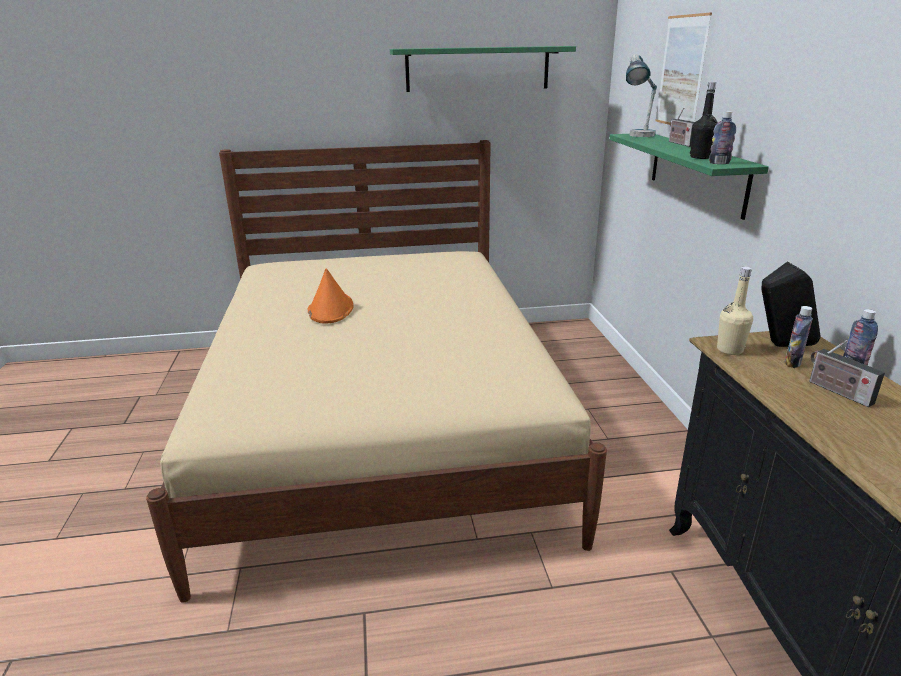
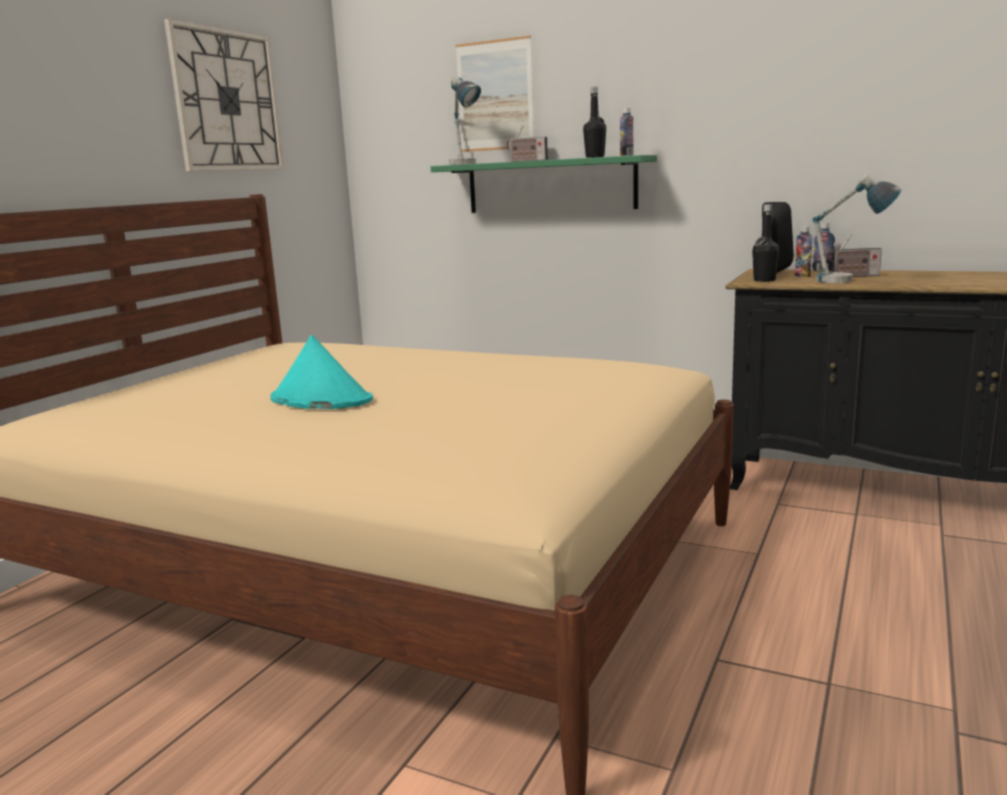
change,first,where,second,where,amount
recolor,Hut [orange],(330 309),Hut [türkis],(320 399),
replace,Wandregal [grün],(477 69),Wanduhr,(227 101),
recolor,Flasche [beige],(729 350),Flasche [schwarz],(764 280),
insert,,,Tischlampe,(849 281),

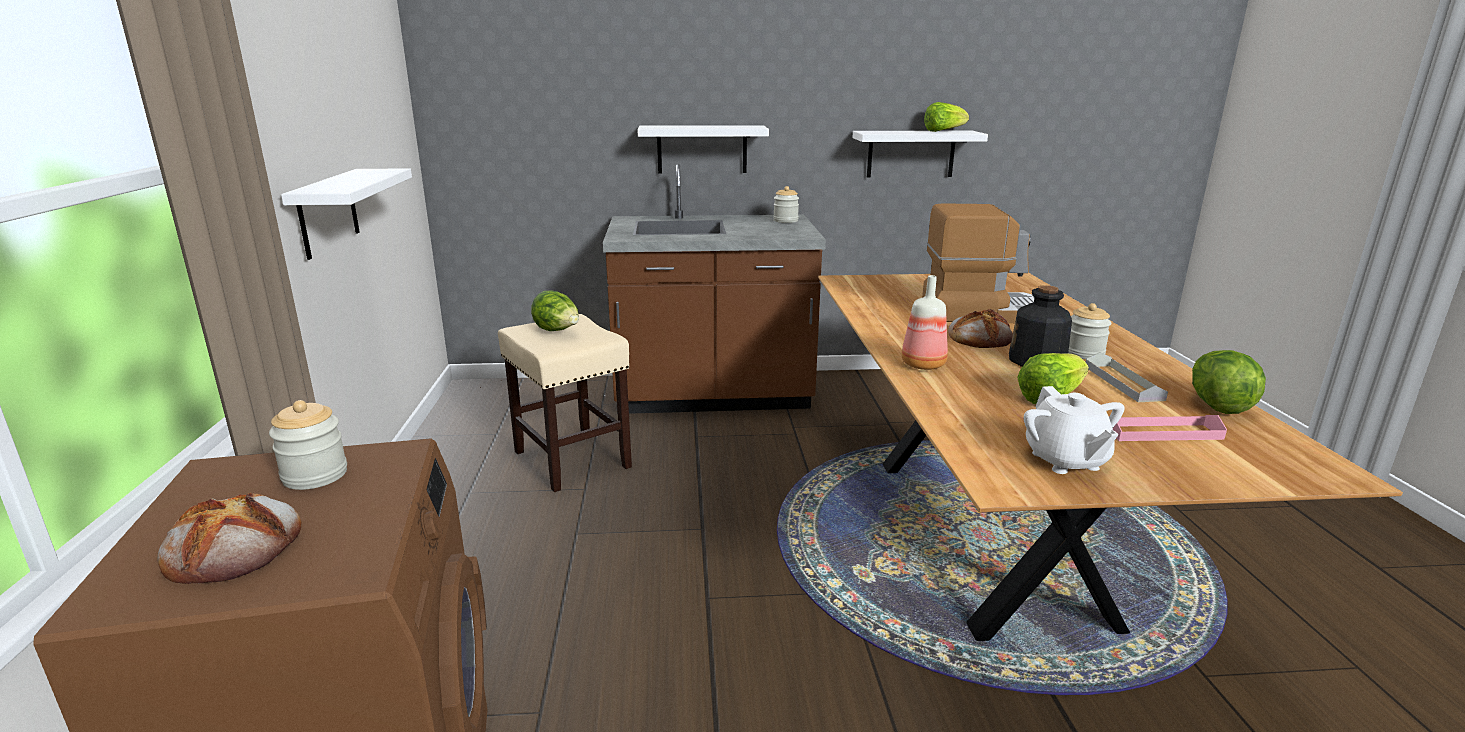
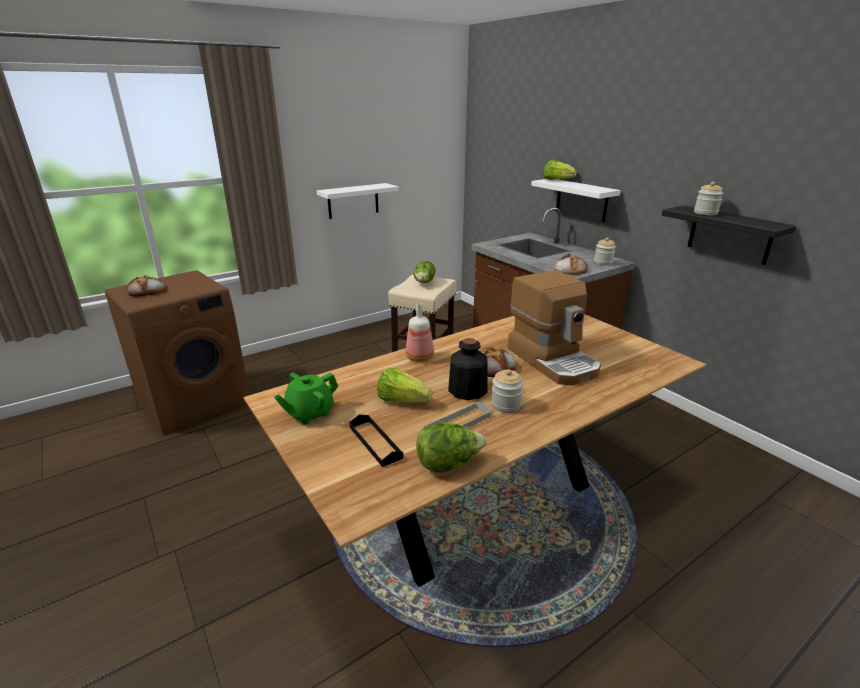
change,first,where,second,where,amount
move,Vorratsglas,(315 475),,(705 213),
recolor,Wandregal [weiß],(911 154),Wandregal [schwarz],(729 235),
move,Salatkopf,(943 131),,(557 180),
recolor,Teekanne [weiß],(1065 460),Teekanne [grün],(309 413),
recolor,Tablett [rosa],(1162 432),Tablett [schwarz],(375 442),
insert,,,Brot,(570 269),

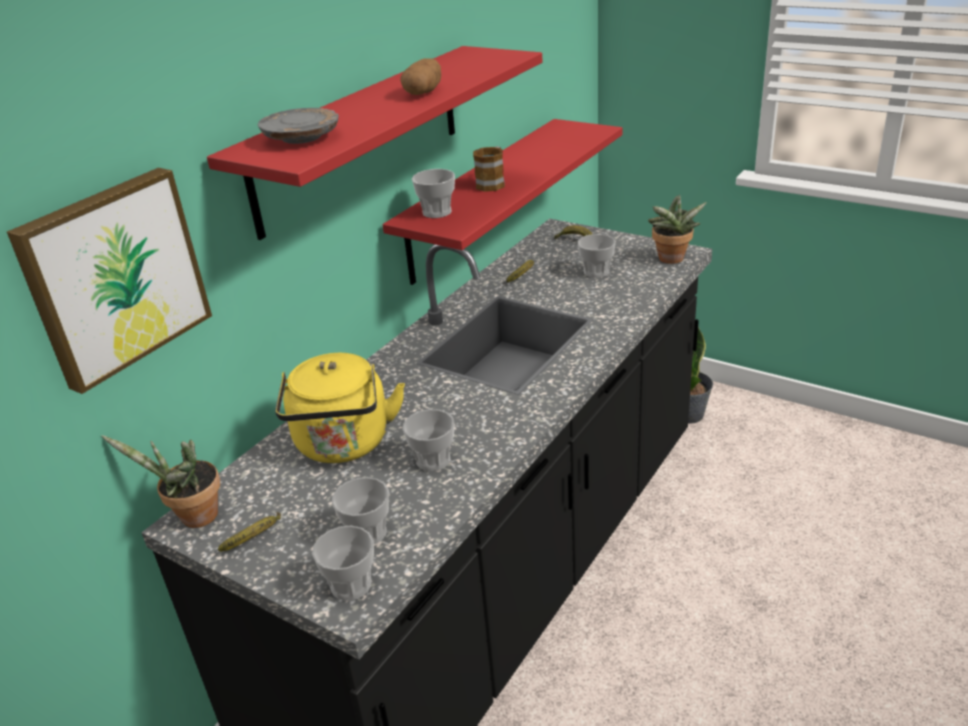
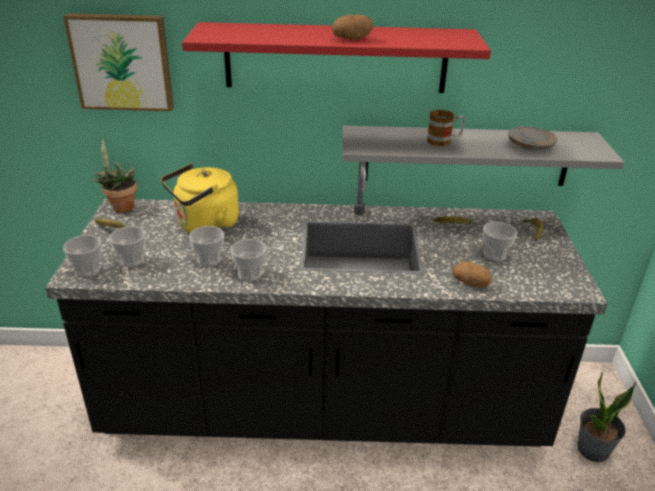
change,first,where,second,where,amount
move,Teller [grau],(301 138),,(530 146),
recolor,Wandregal [rot],(481 199),Wandregal [grau],(466 156),
move,Tasse,(437 212),,(250 274),
delete,Topfpflanze,(671 260),,,
insert,,,Kartoffel,(470 283),

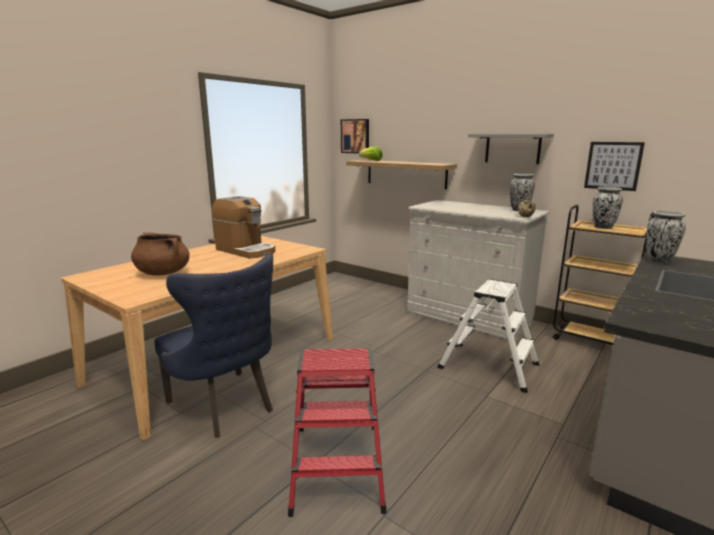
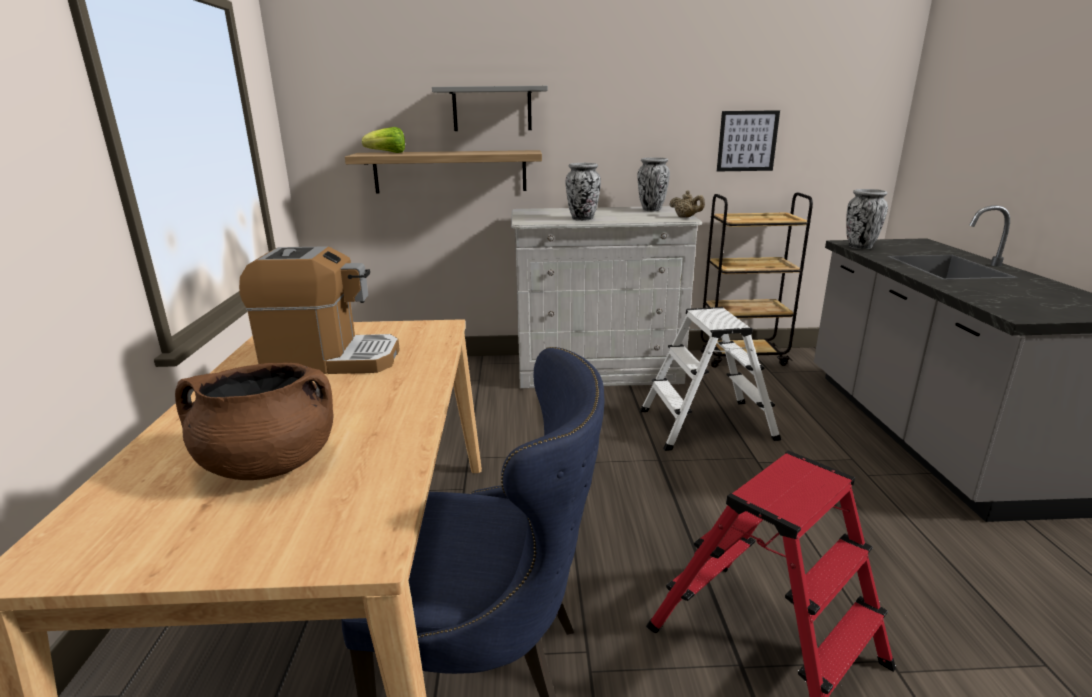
change,first,where,second,where,amount
delete,Bild,(355 136),,,
move,Wandregal [grau],(512 148),,(492 109),
move,Vase,(603 227),,(582 219),

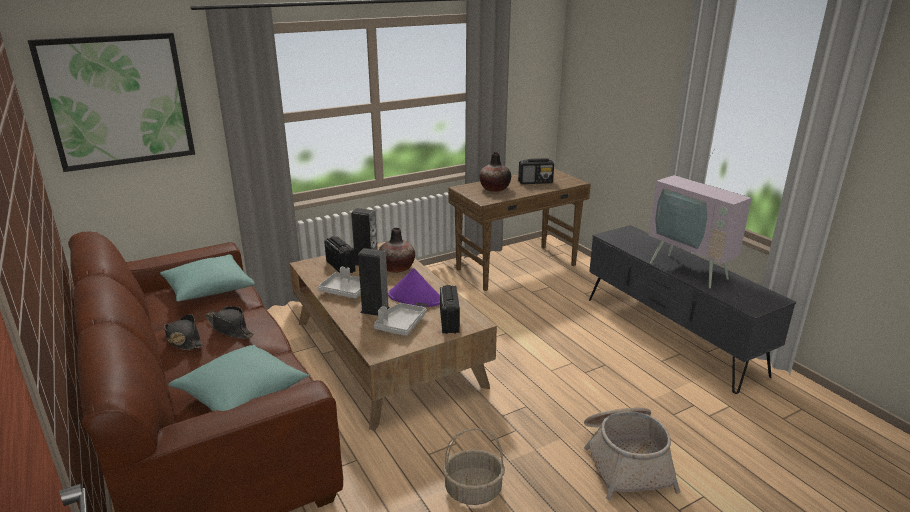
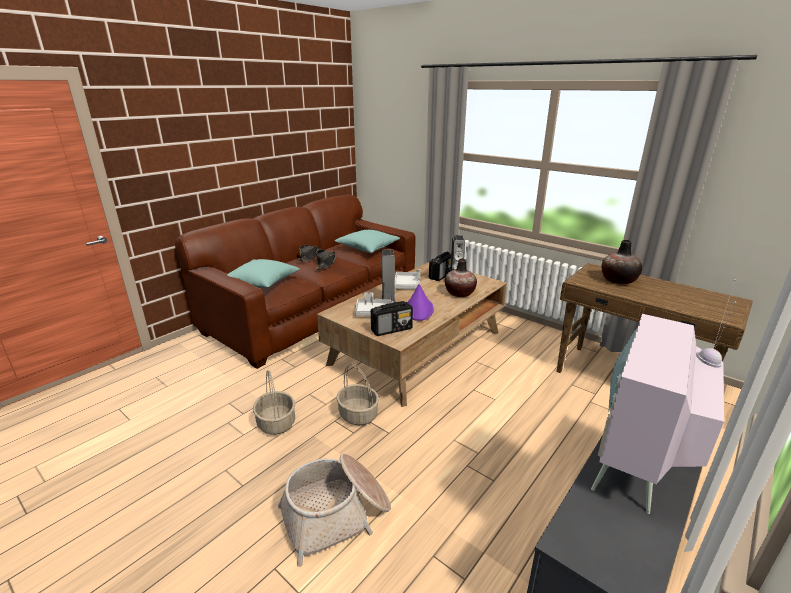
change,first,where,second,where,amount
delete,Bild,(118 101),,,
delete,Radio,(535 182),,,
insert,,,Korb,(358 415),

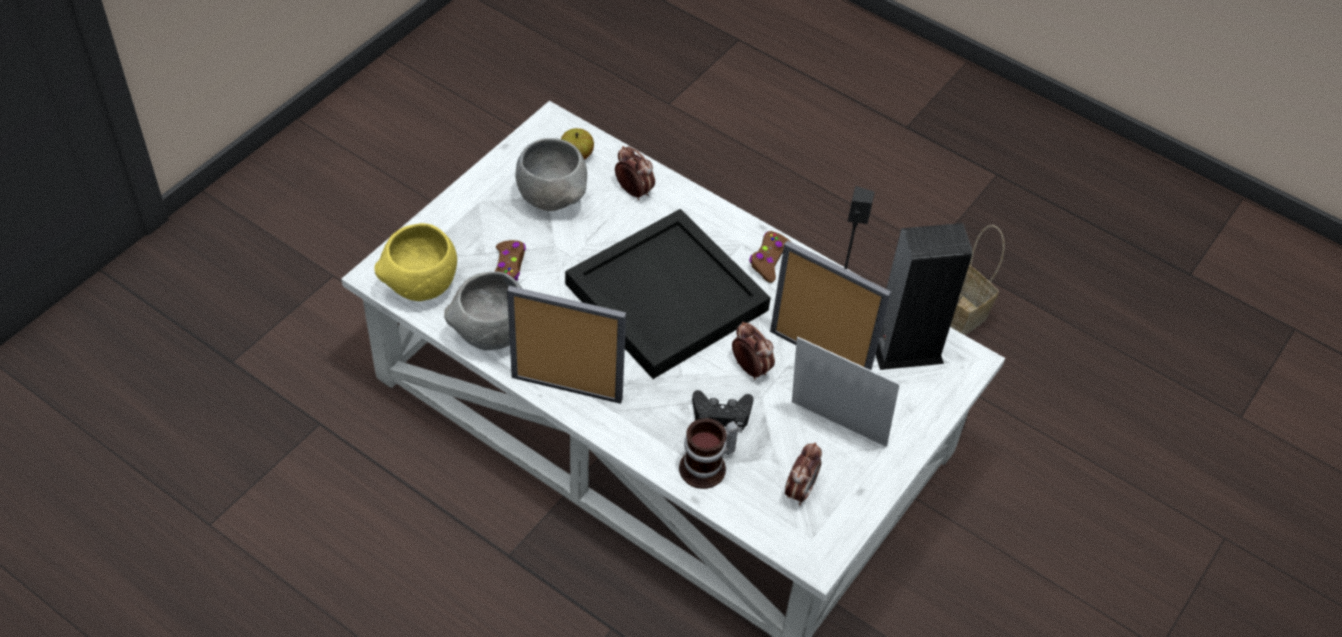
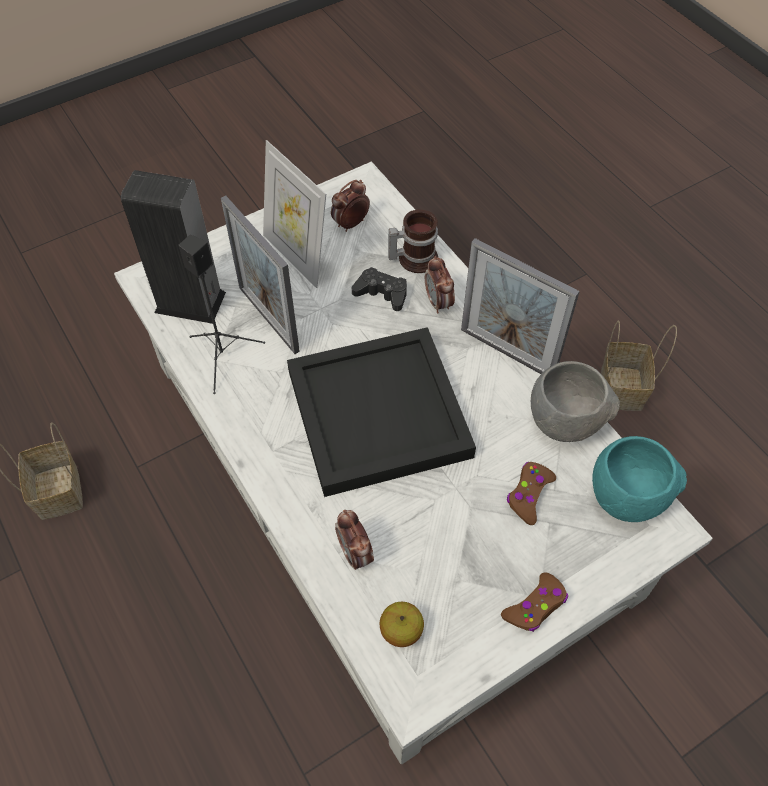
change,first,where,second,where,amount
recolor,Schüssel [gelb],(420 287),Schüssel [türkis],(626 499),
delete,Schüssel [grau],(552 200),,,
move,Wecker,(750 368),,(438 303),
move,Gamepad [braun],(769 260),,(535 606),
insert,,,Korb,(622 390),

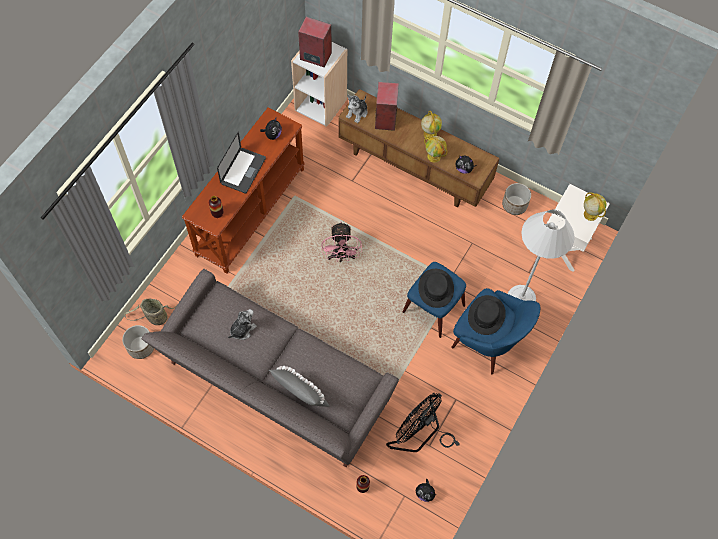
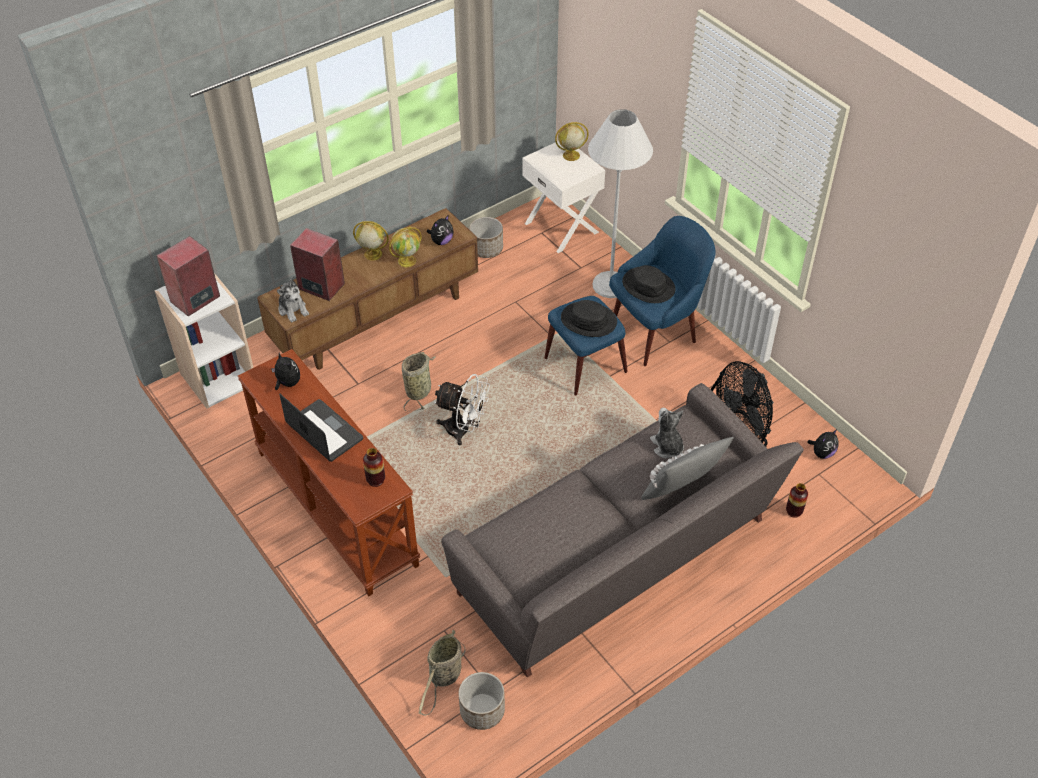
change,first,where,second,where,amount
move,Plüschtier,(242 329),,(667 447),
recolor,Ventilator [rosa],(341 256),Ventilator [weiß],(464 430),
insert,,,Korb,(419 390),

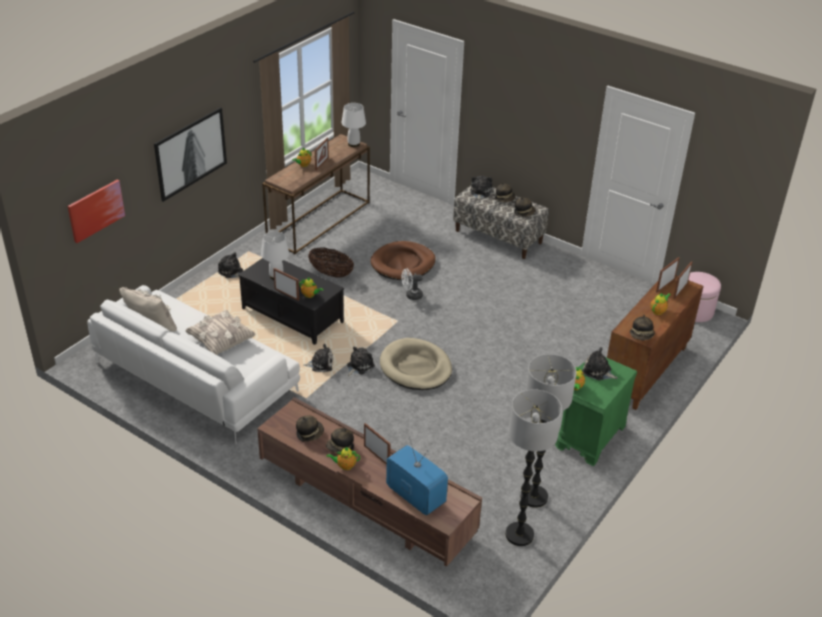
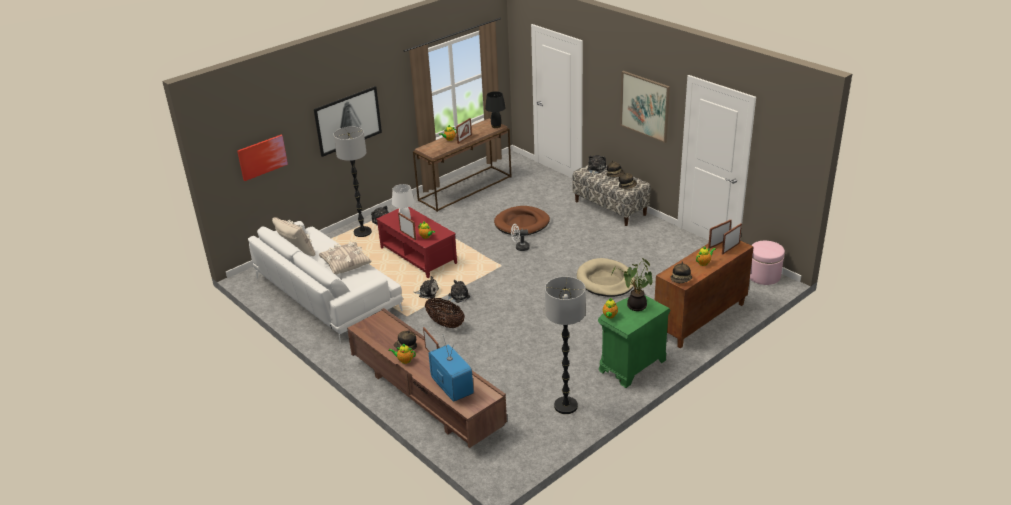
change,first,where,second,where,amount
recolor,Couchtisch [schwarz],(292 316),Couchtisch [rot],(417 256),
delete,Hut,(309 433),,,
move,Korb,(331 274),,(445 324),
recolor,Tischlampe [weiß],(353 144),Tischlampe [schwarz],(496 126),
move,Hundebett [beige],(415 367),,(605 281),
move,Stehlampe,(519 535),,(362 232),
replace,Plüschtier,(598 372),Topfpflanze,(635 306),
insert,,,Bild,(645 106),

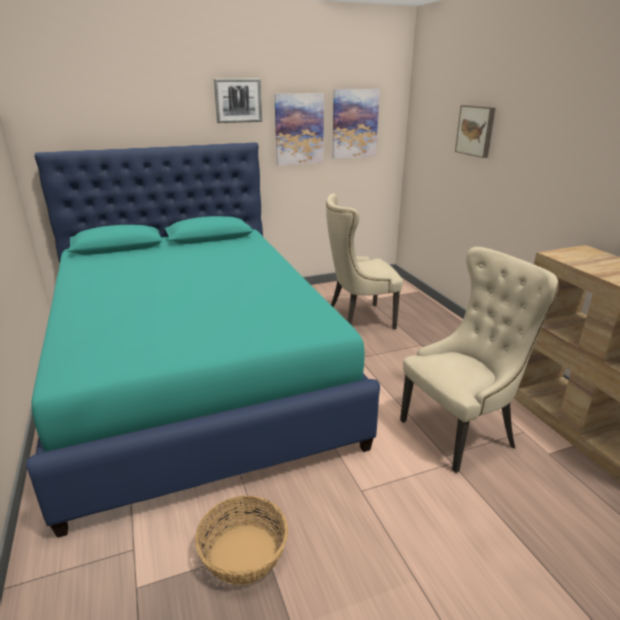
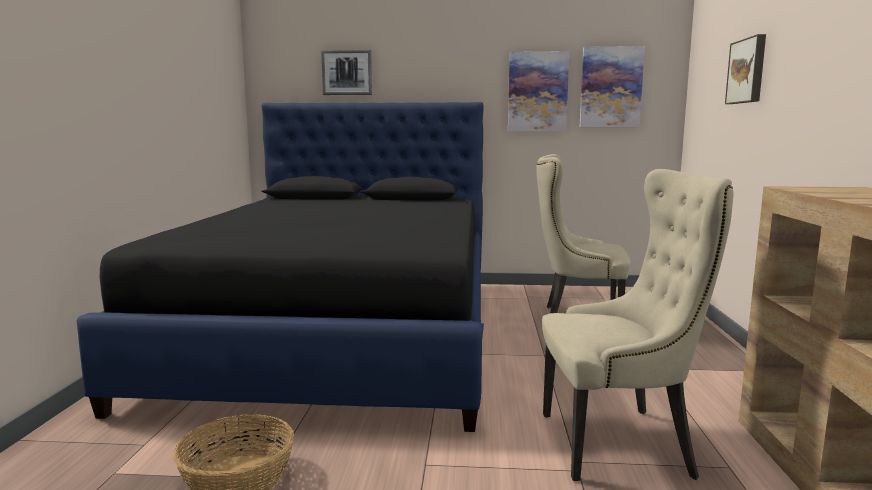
change,first,where,second,where,amount
recolor,Bett [türkis],(195 372),Bett [schwarz],(343 331),
move,Bild,(238 100),,(347 72),

